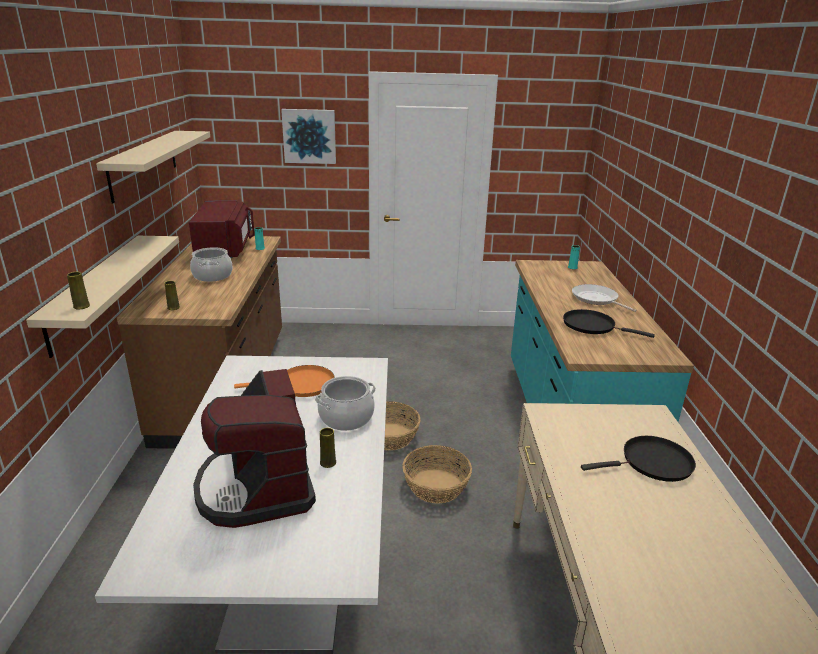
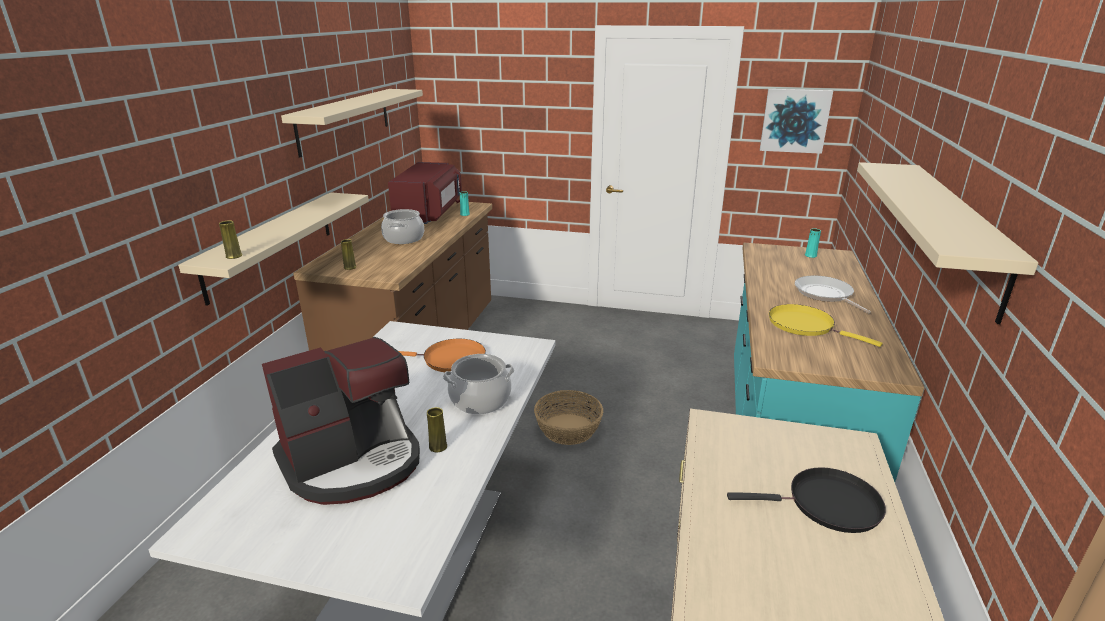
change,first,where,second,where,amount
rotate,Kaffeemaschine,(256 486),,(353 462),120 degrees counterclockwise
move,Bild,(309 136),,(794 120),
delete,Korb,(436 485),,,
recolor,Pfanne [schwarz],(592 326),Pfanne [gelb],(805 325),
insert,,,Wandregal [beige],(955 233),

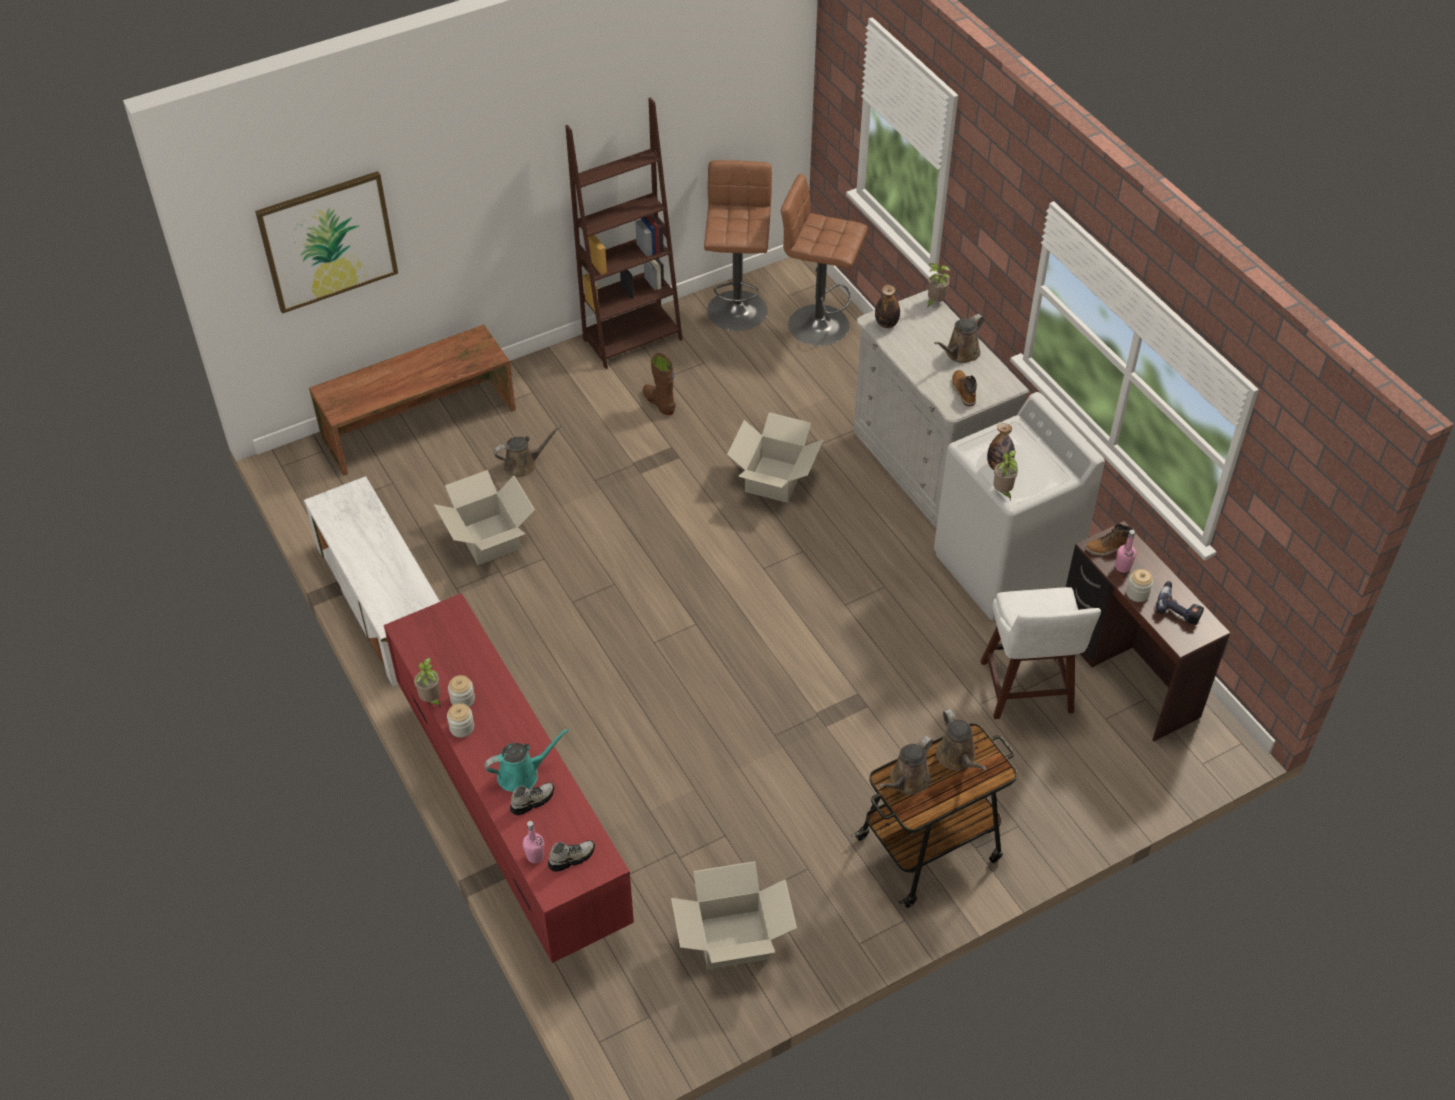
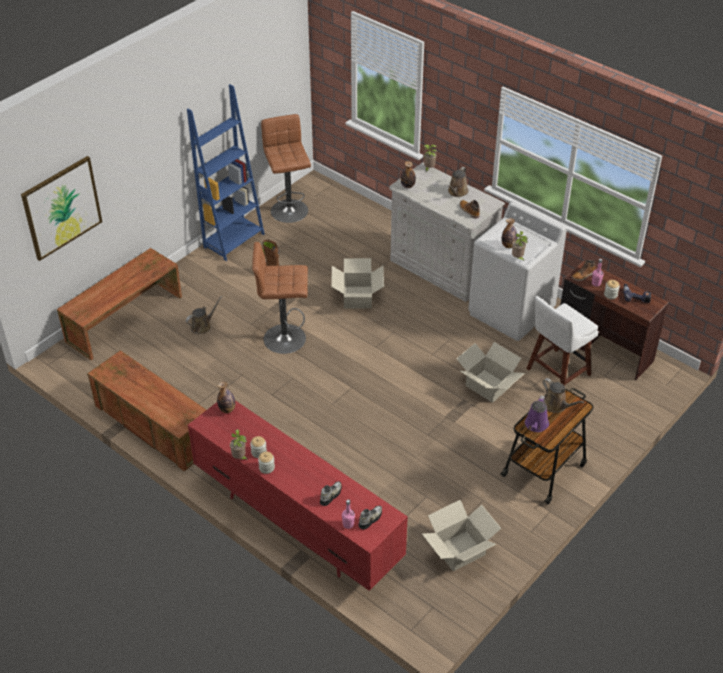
change,first,where,second,where,amount
recolor,Bank [weiß],(382 602),Bank [braun],(153 425),
move,Karton,(489 539),,(488 385),
delete,Gießkanne [türkis],(522 774),,,
recolor,Bücherregal [braun],(632 339),Bücherregal [blau],(234 240),
move,Hocker [braun],(818 324),,(284 338),
recolor,Gießkanne [braun],(907 781),Gießkanne [lila],(536 425),
rotate,Stuhl [weiß],(1027 691),,(556 373),75 degrees clockwise
insert,,,Flasche,(227 409),

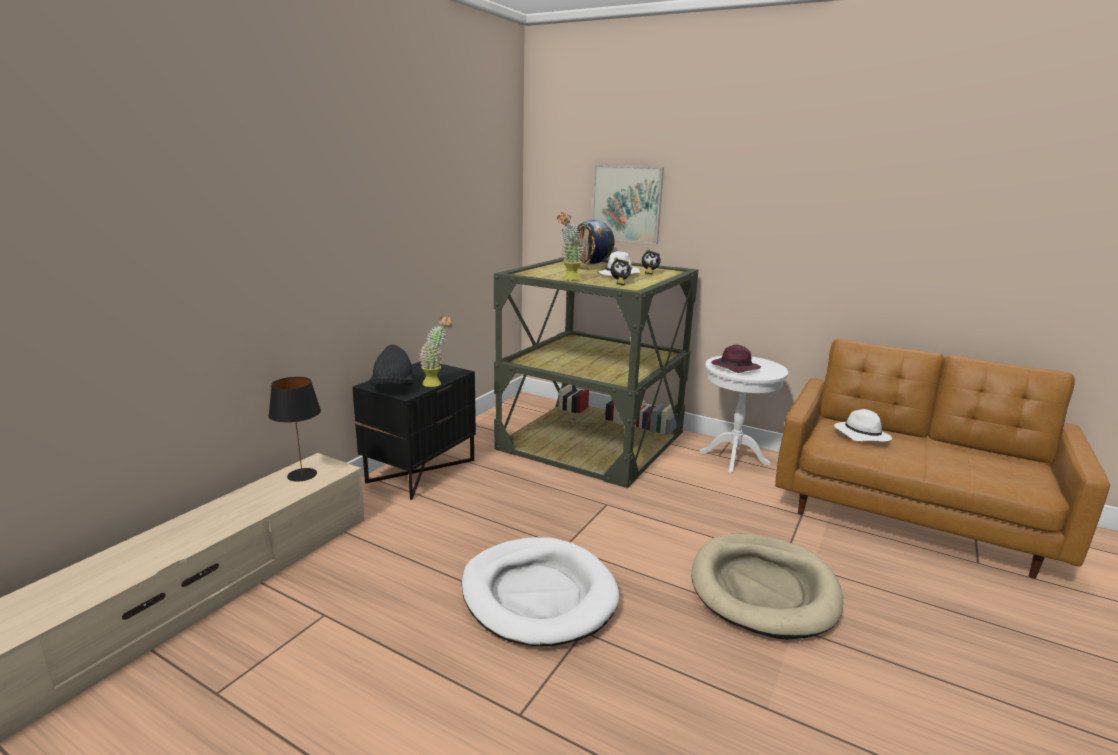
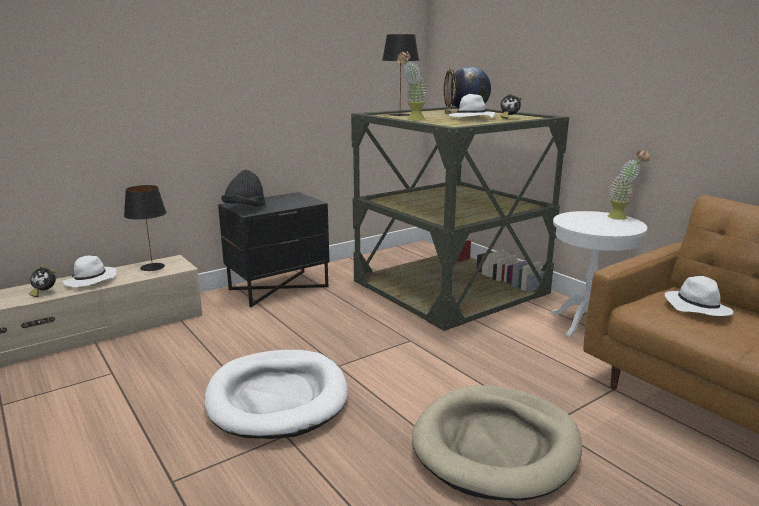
change,first,where,second,where,amount
move,Topfpflanze,(436 383),,(622 217),
delete,Bild,(626 204),,,
move,Wecker,(619 283),,(44 293),
delete,Hut [lila],(734 368),,,
insert,,,Hut [weiß],(91 280),
insert,,,Tischlampe [schwarz],(400 115),

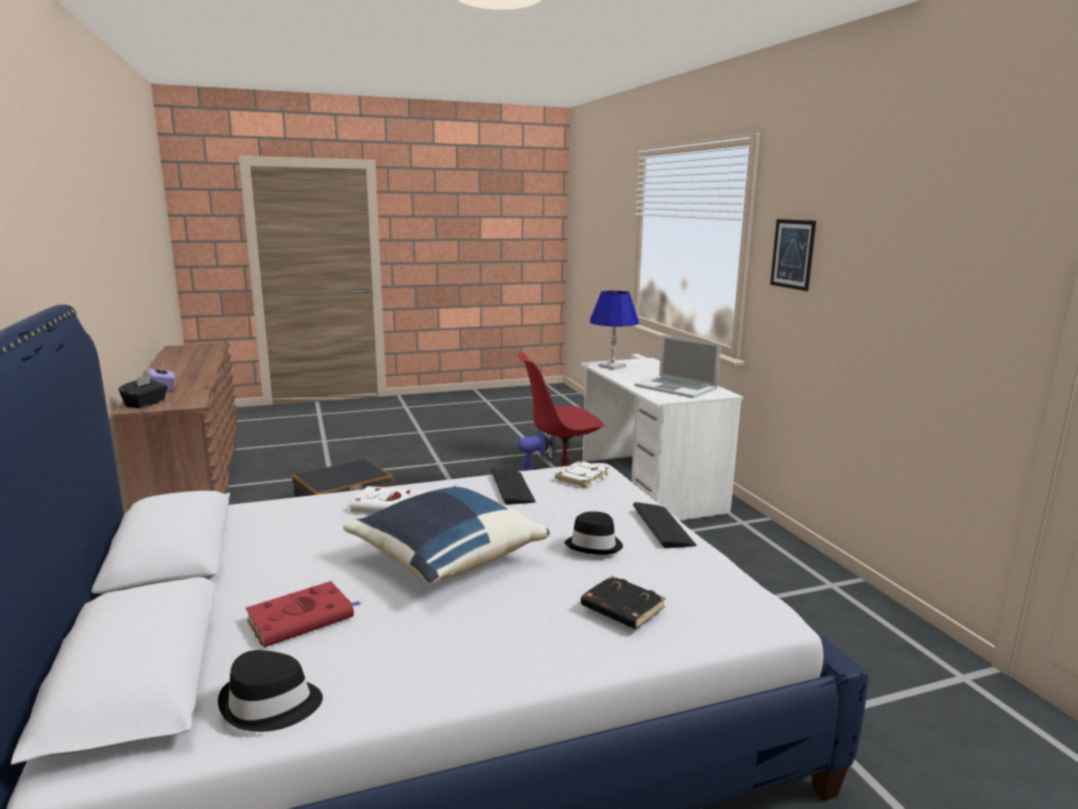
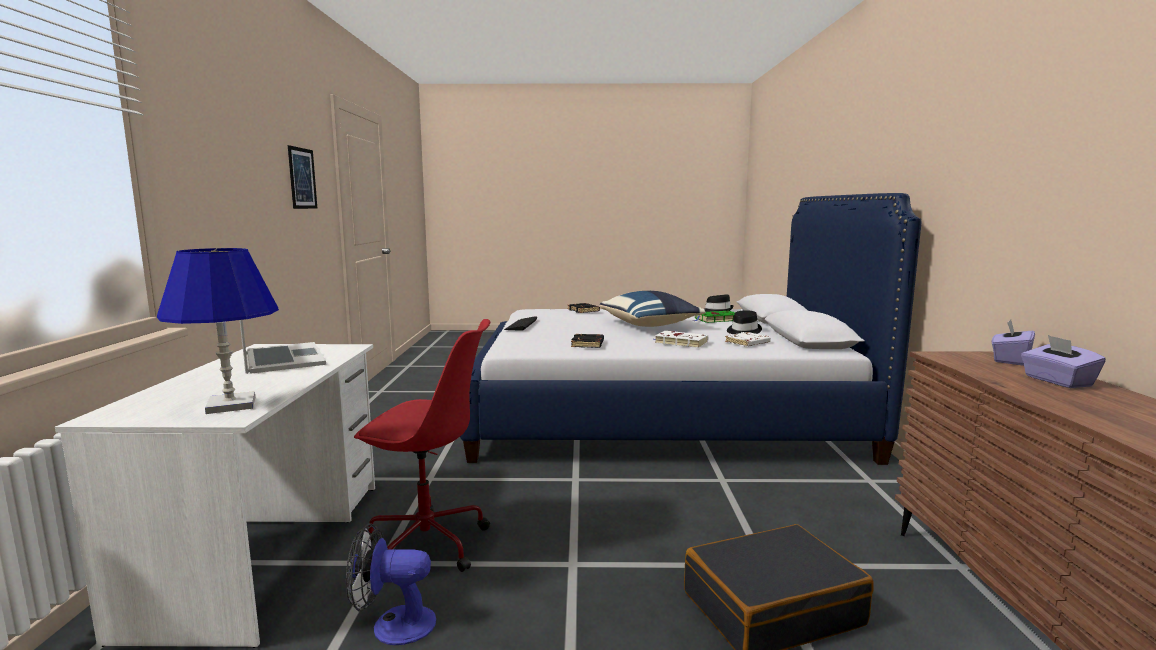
change,first,where,second,where,amount
recolor,Taschentuchbox [schwarz],(146 404),Taschentuchbox [lila],(1010 360),
recolor,Buch [rot],(303 618),Buch [grün],(716 320),
replace,Tastatur,(512 488),Buch [schwarz],(588 344),
move,Buch [weiß],(581 478),,(747 343),
move,Hut [schwarz],(594 545),,(743 331),
move,Bild,(792 254),,(302 178),

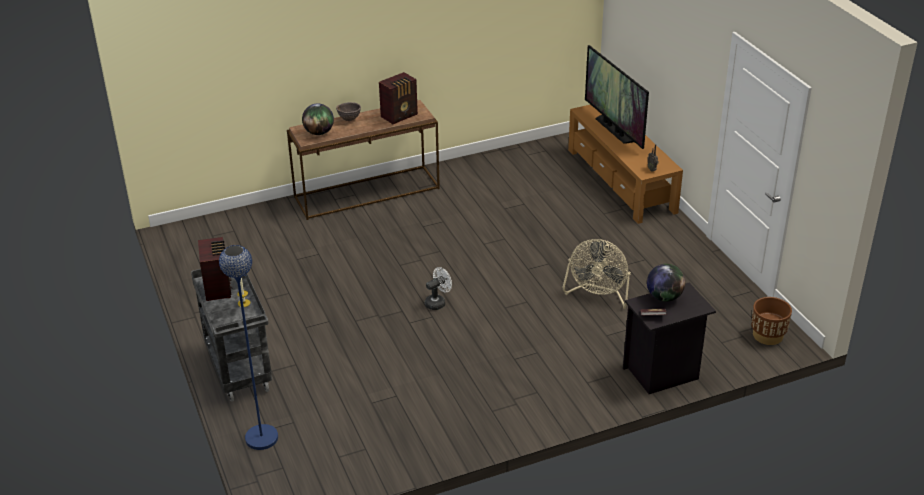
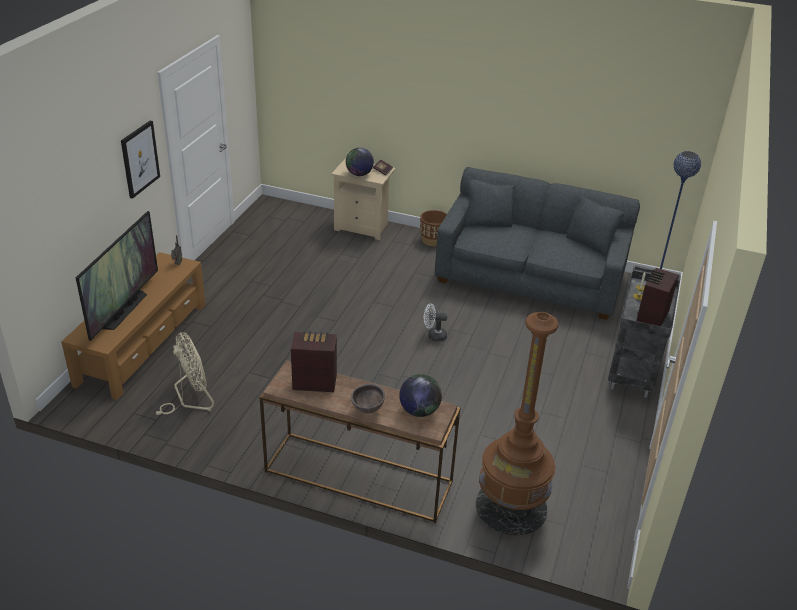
change,first,where,second,where,amount
move,Ventilator [beige],(596 293),,(189 395),
recolor,Nachttisch [schwarz],(662 373),Nachttisch [beige],(363 227),
move,Pflanzkübel [braun],(767 336),,(433 240),
insert,,,Bild,(139 159),
insert,,,Sofa [grau],(530 279),
insert,,,Stehlampe [braun],(511 506),

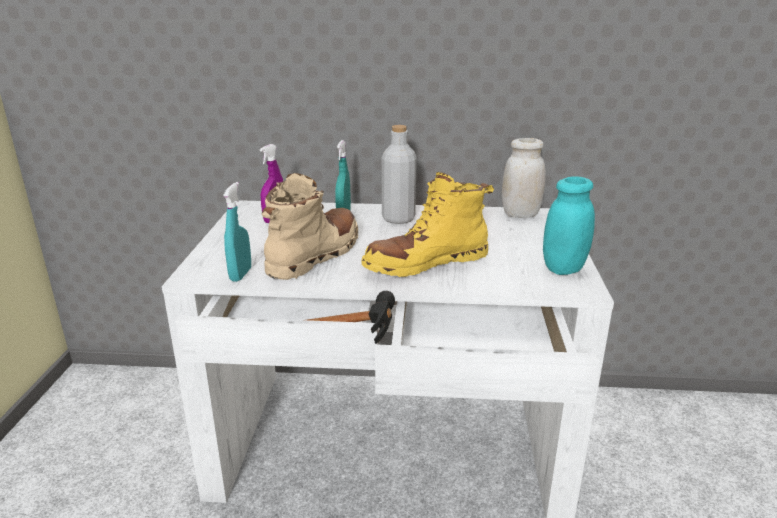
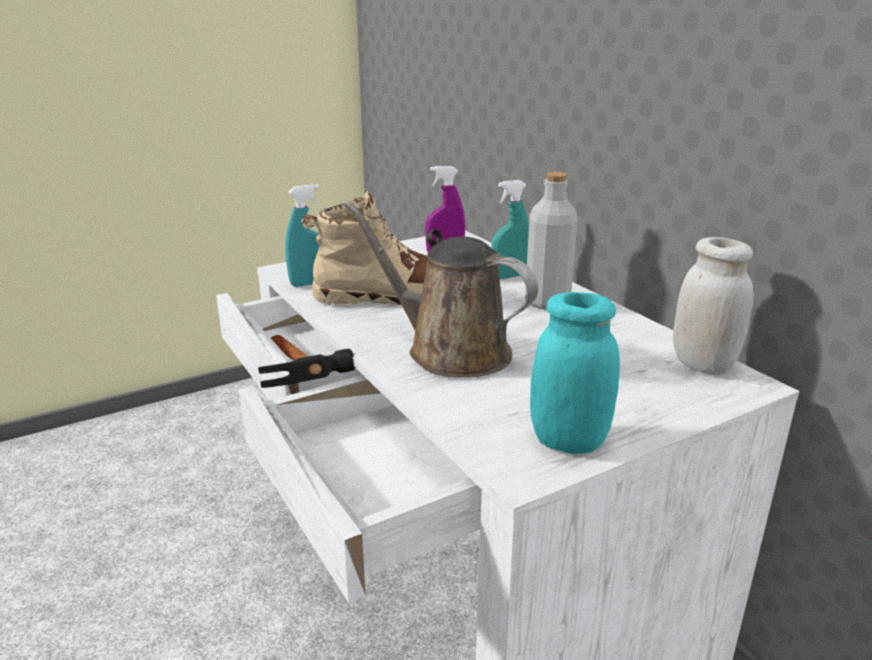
change,first,where,second,where,amount
replace,Stiefel [gelb],(426 263),Gießkanne [braun],(450 350),

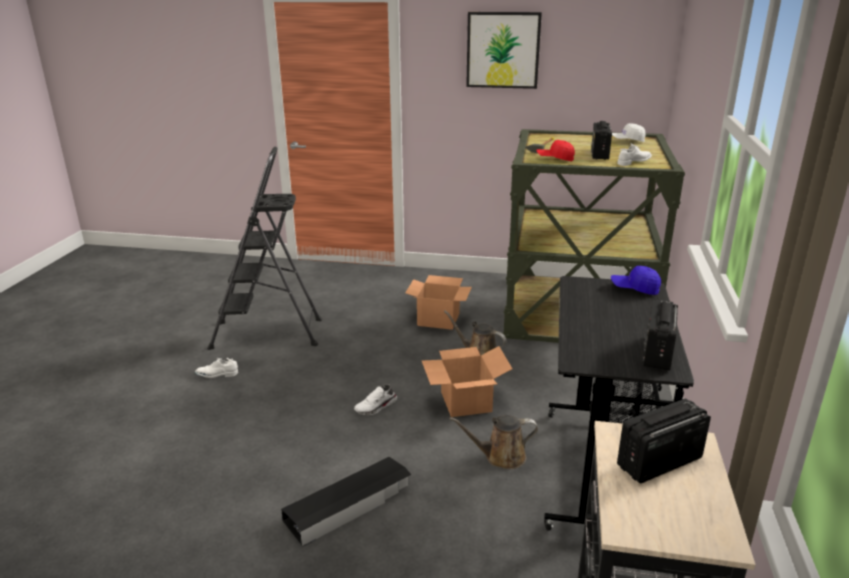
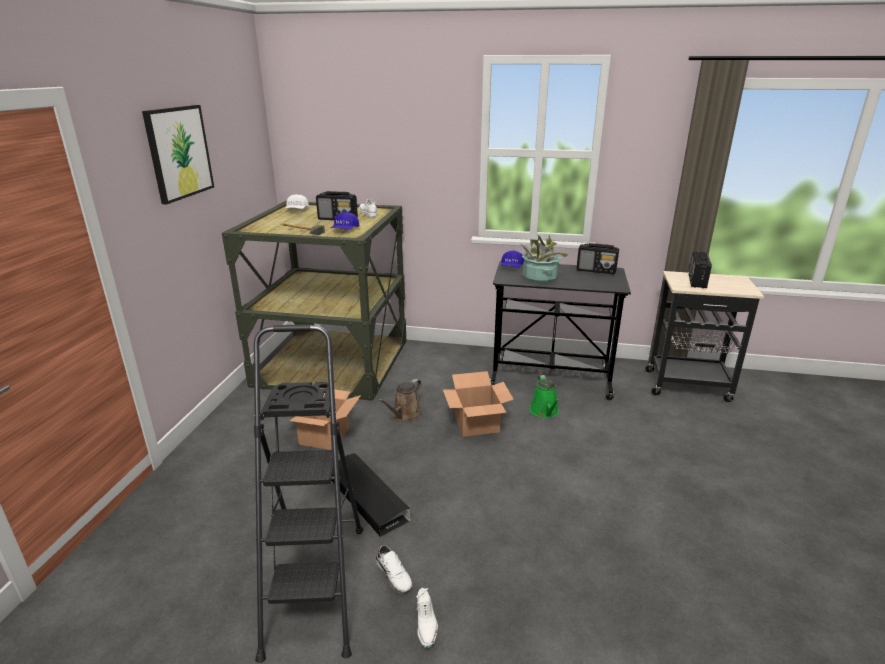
change,first,where,second,where,amount
move,Aufbewahrungsbox [schwarz],(349 505),,(367 497),
move,Schuh [weiß],(376 407),,(395 575),
recolor,Gießkanne [braun],(501 457),Gießkanne [grün],(545 411),
recolor,Kappe [rot],(555 159),Kappe [blau],(345 230),
rotate,Radio,(658 462),,(697 281),45 degrees clockwise
insert,,,Topfpflanze,(539 277),

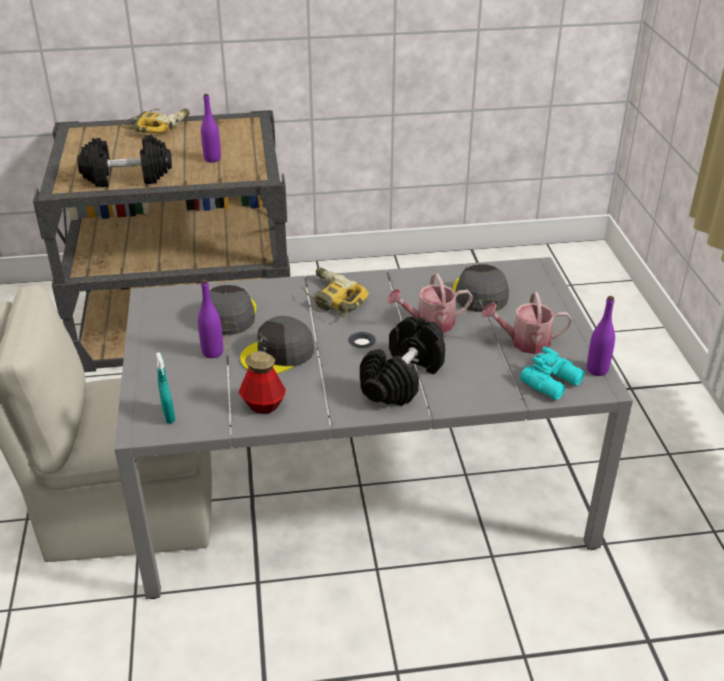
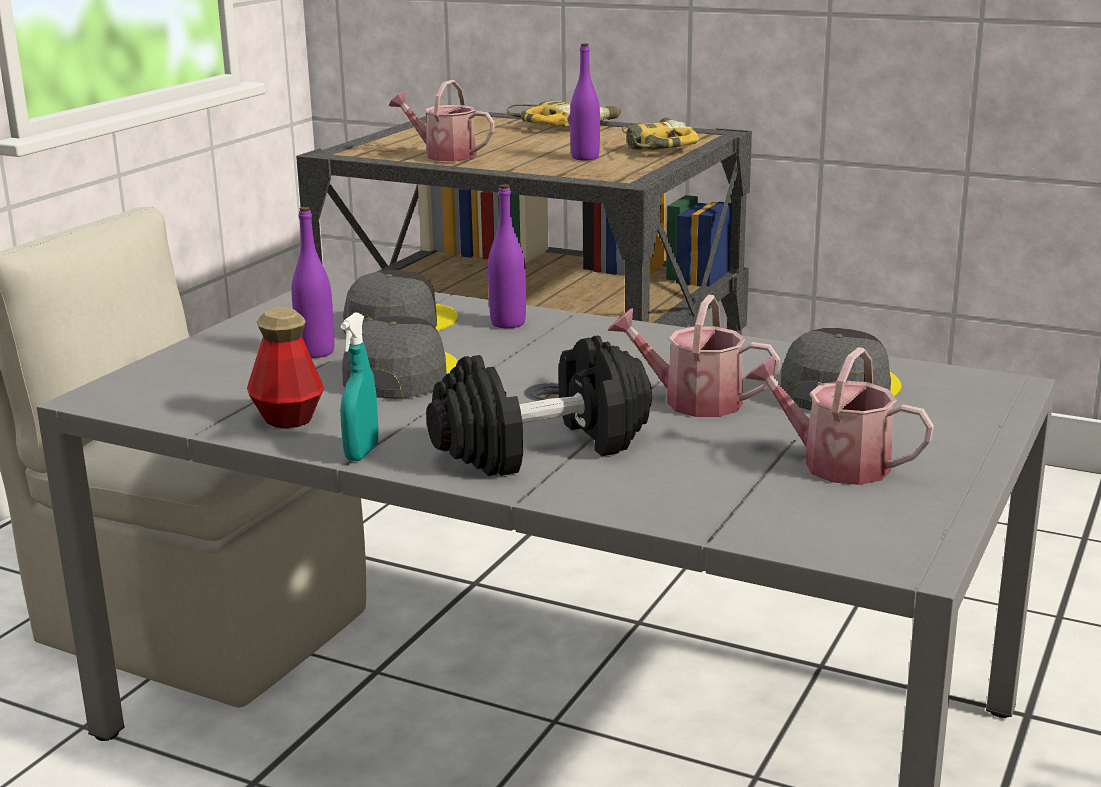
change,first,where,second,where,amount
replace,Hantel [schwarz],(128 177),Gießkanne,(444 155),
move,Sprühflasche [türkis],(168 415),,(362 453),
rotate,Kappe [grau],(278 354),,(400 375),105 degrees clockwise
move,Bohrmaschine,(331 299),,(655 146),
delete,Fernglas [türkis],(553 383),,,
move,Flasche [lila],(597 370),,(508 323),

